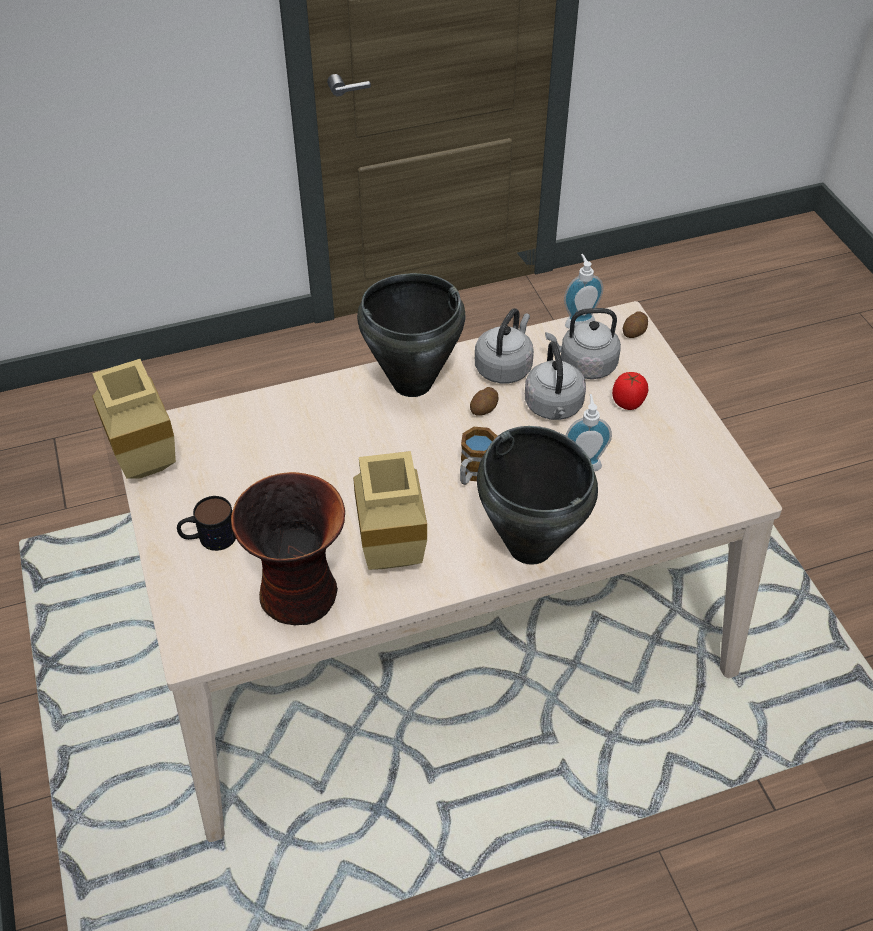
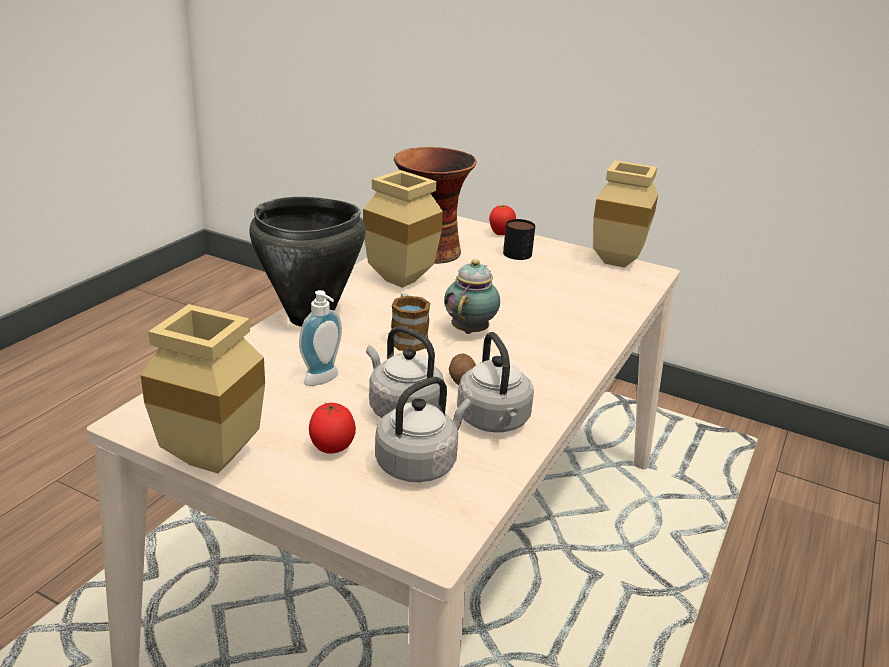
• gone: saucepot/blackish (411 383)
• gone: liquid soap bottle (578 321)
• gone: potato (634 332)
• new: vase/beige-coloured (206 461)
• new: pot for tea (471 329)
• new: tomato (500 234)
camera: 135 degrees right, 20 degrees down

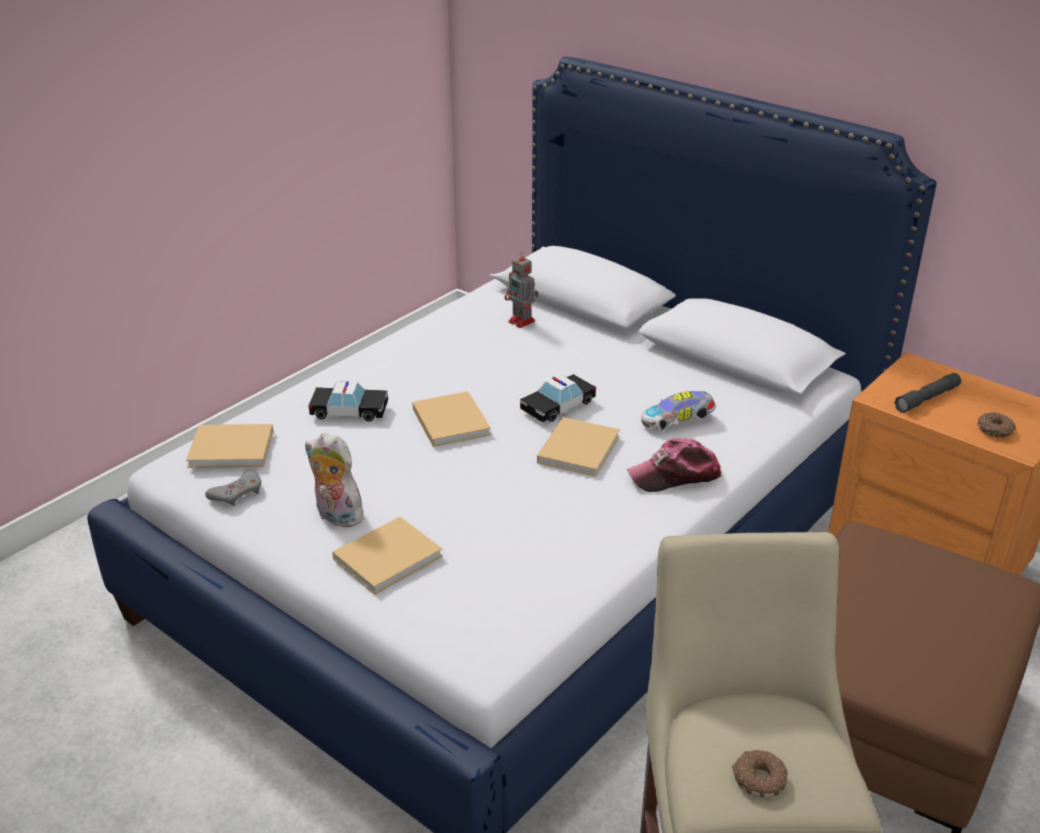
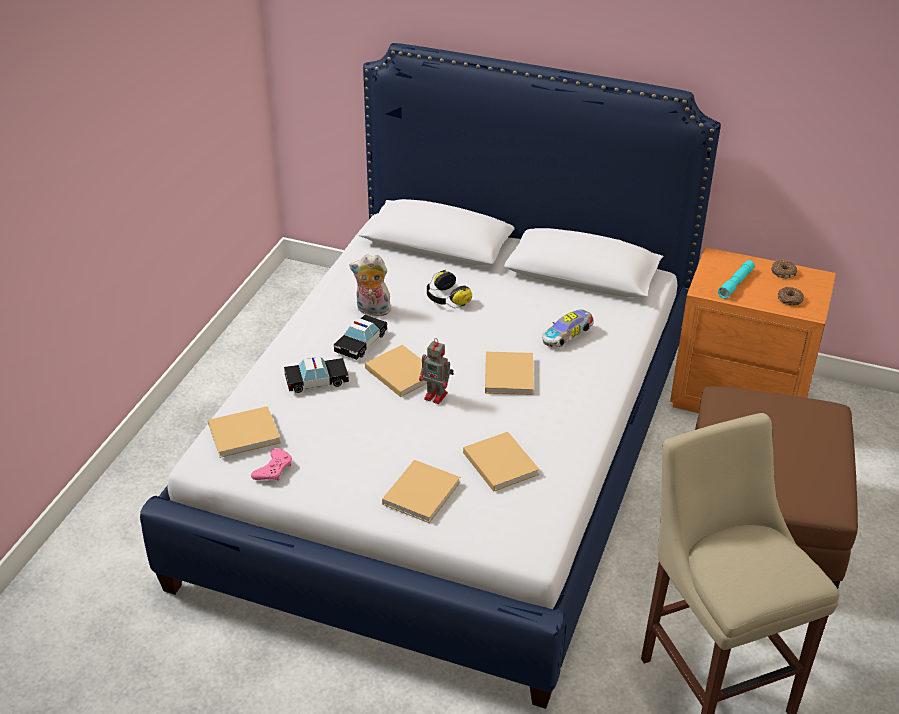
• gone: baseball cap (675 475)
• new: pair of headphones (446 299)
• new: volume/beige-coloured (499 462)
• shifted: cuddly toy (336 516) to (372 311)
• shifted: model robot (522 322) to (437 396)
• shifted: toy car (558 406) to (361 343)
• shifted: donut (758 779) to (782 272)
• repainted: game controller/greyish (237 493) to game controller/pink-coloured (273 469)
• repainted: torch/greyish (927 398) to torch/turquoise (735 283)
camera: 20 degrees left, 5 degrees up

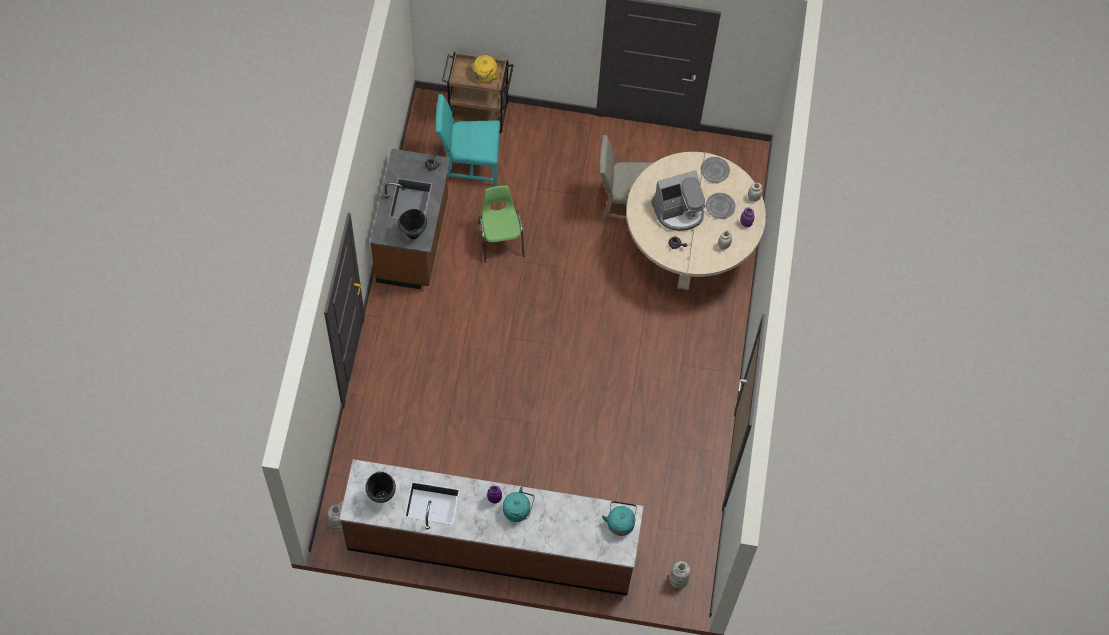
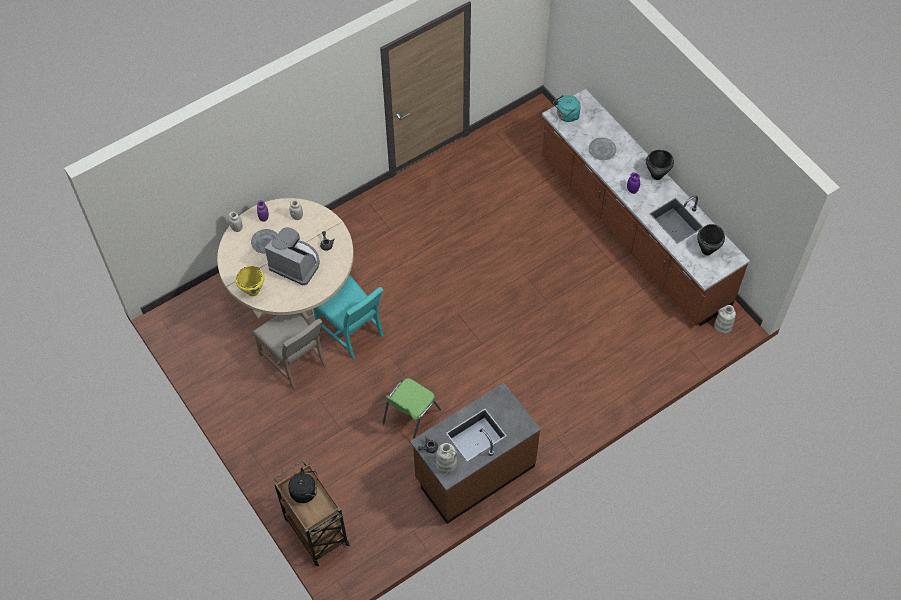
• gone: kettle/turquoise (518 511)
• new: saucepot/yellowish (253 291)
• shifted: saucepot/blackish (413 234) to (657 176)
• shifted: chair/turquoise (469 164) to (353 331)
• shifted: vase/white (678 579) to (446 464)
• shifted: flat dish/greyish (714 170) to (602 150)
• repainted: kettle/yellowish (484 76) to kettle/blackish (305 491)
camera: 130 degrees left, 5 degrees down

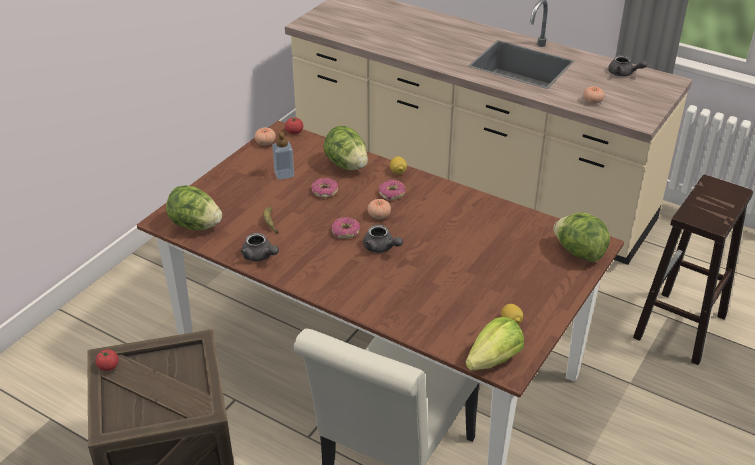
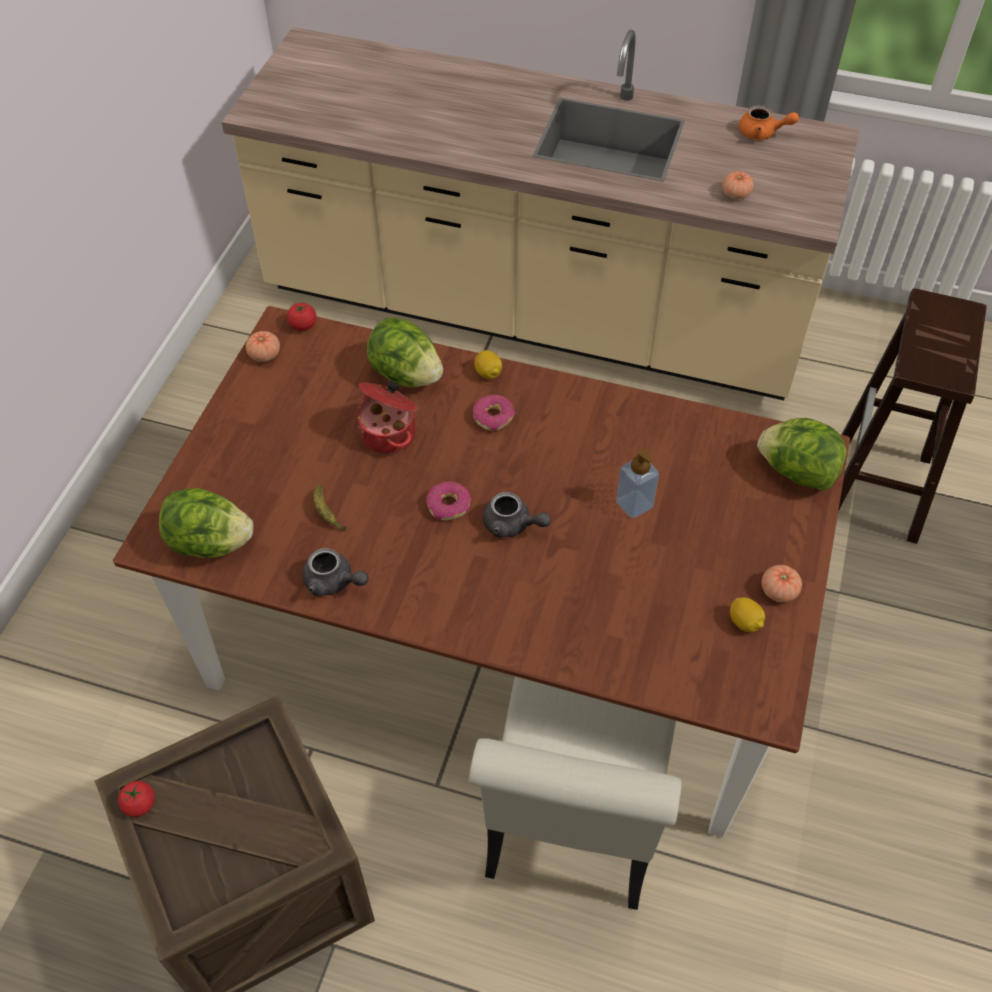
• gone: head of lettuce (494 360)
• shifted: liquid soap bottle (284 174) to (634 504)
• shifted: tomato (379 215) to (778 591)
• swapped: donut (324 192) to saucepot (390 434)
• repainted: pot for tea/greyish (623 74) to pot for tea/orangey (762 133)
camera: 15 degrees left, 15 degrees up

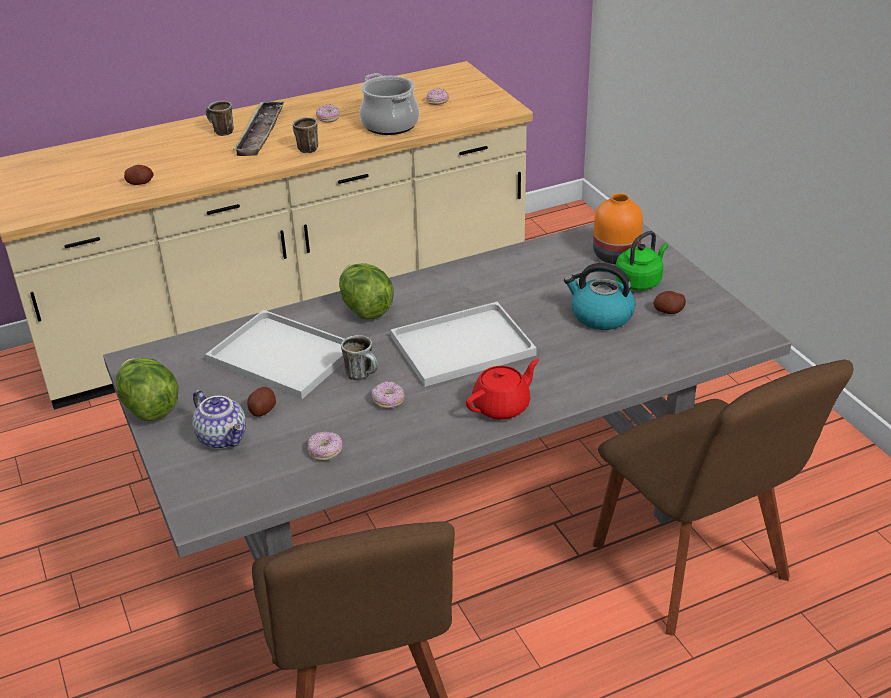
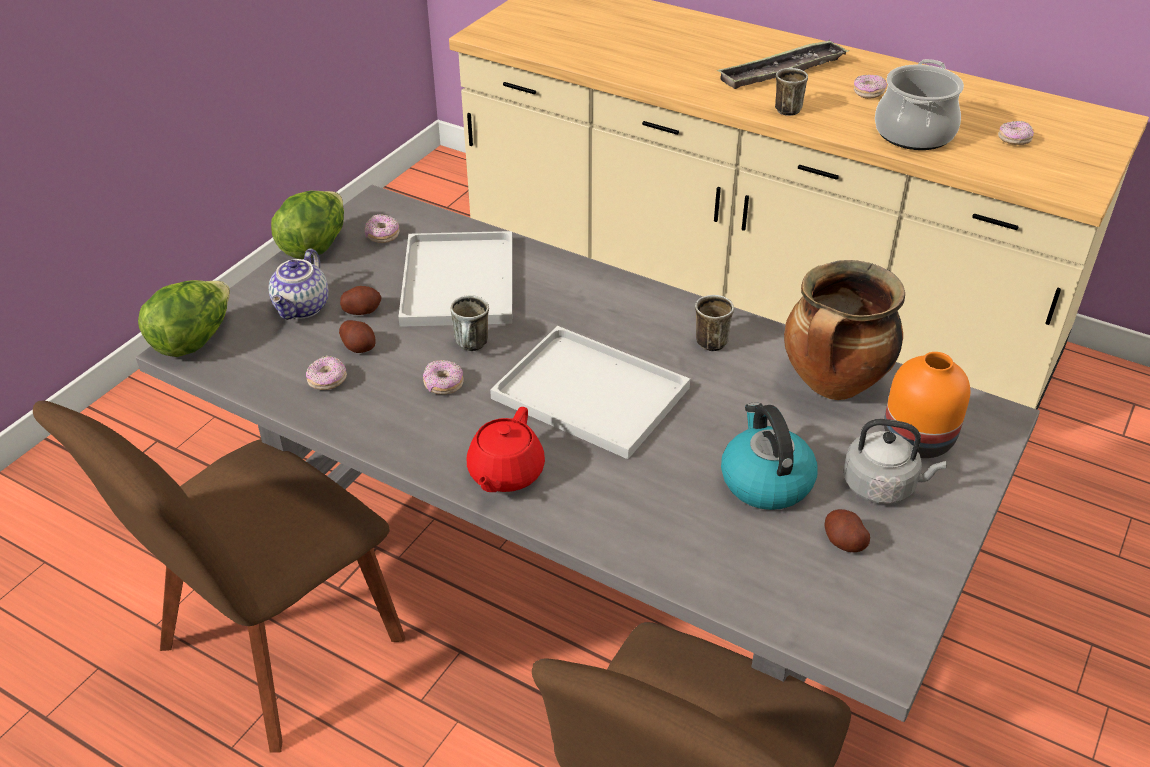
• new: donut (382 235)
• new: saucepot (834 385)
• shifted: potato (140 183) to (359 347)
• shifted: mug (220 132) to (709 339)
• shifted: head of lettuce (365 309) to (193 340)
• repainted: kettle/green (640 281) to kettle/greyish (883 486)
• rotated: pot for tea/red (502 406) = (505 473) 90 degrees clockwise
camera: 55 degrees right, 5 degrees up

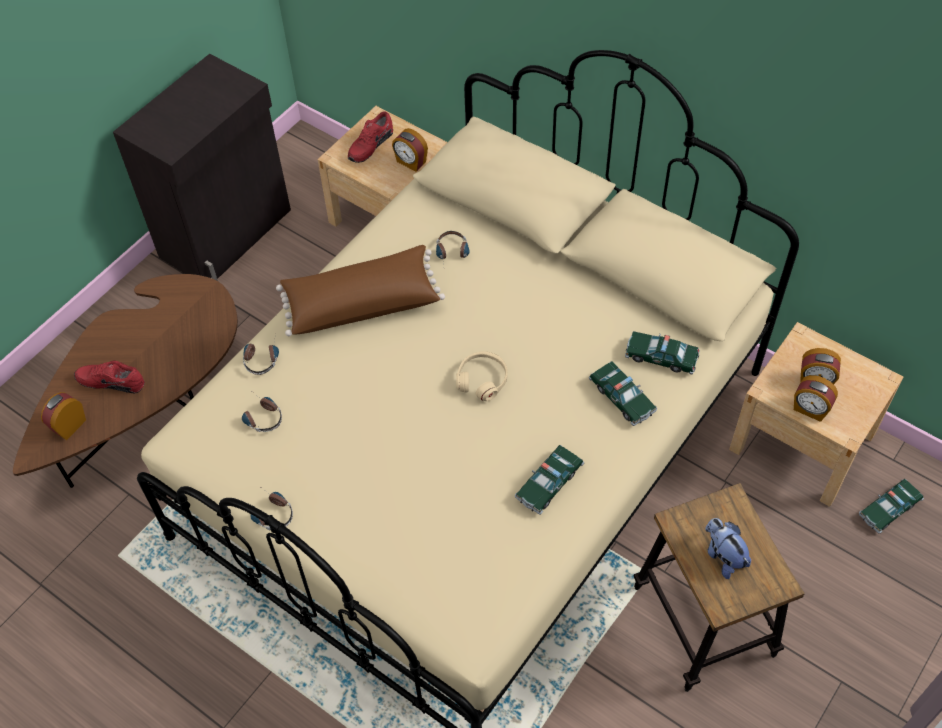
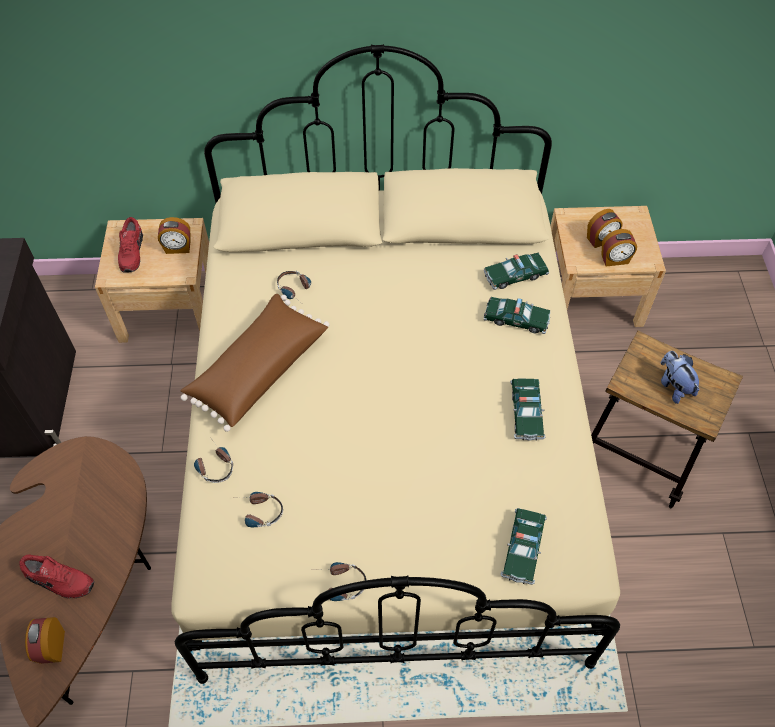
• gone: pair of headphones/beige-coloured (482 380)
• shifted: toy car (889 509) to (523 549)
• rotated: shoe/red (111 381) = (59 581) 135 degrees counterclockwise
• rotated: cuddly toy (723 556) = (674 386) 45 degrees clockwise
camera: 40 degrees left, 0 degrees up

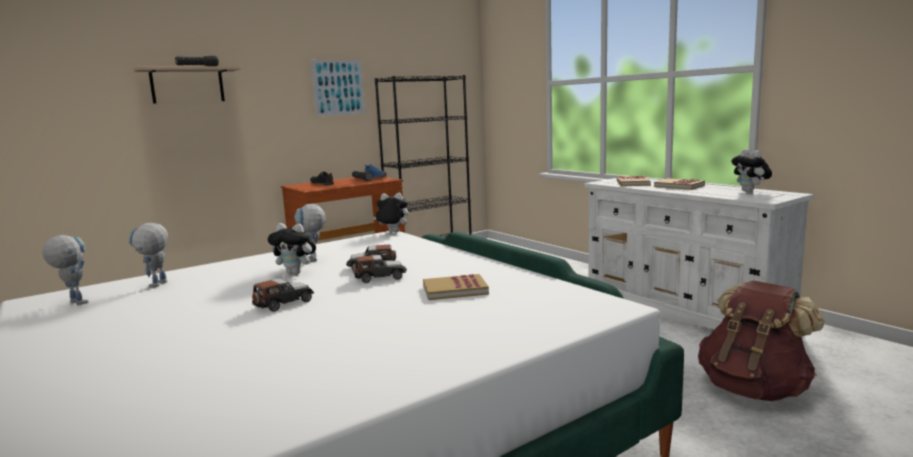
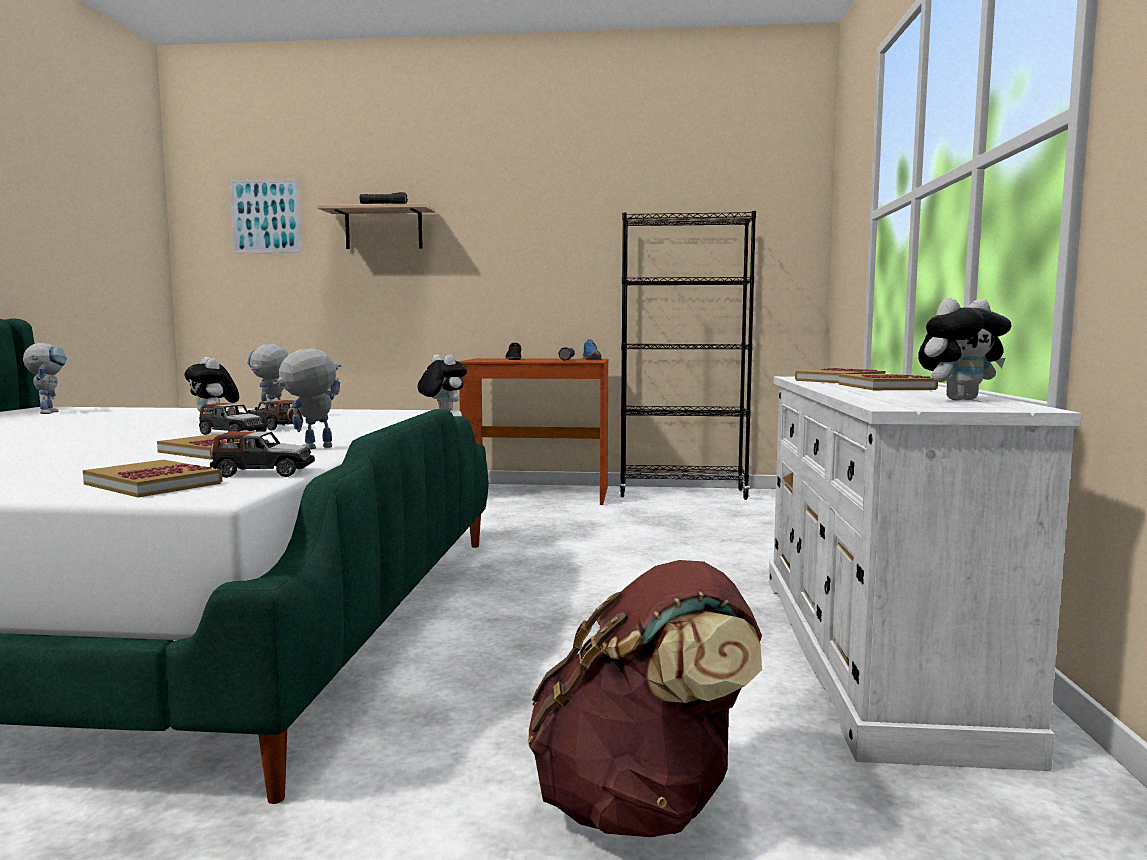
• new: volume (153 484)
• shifted: model robot (156 286) to (311 449)
• shifted: toy car (284 303) to (263 473)
• shifted: picture (338 87) to (265 216)
• rotated: cuddly toy (750 191) = (959 399) 135 degrees counterclockwise
camera: 40 degrees right, 5 degrees down

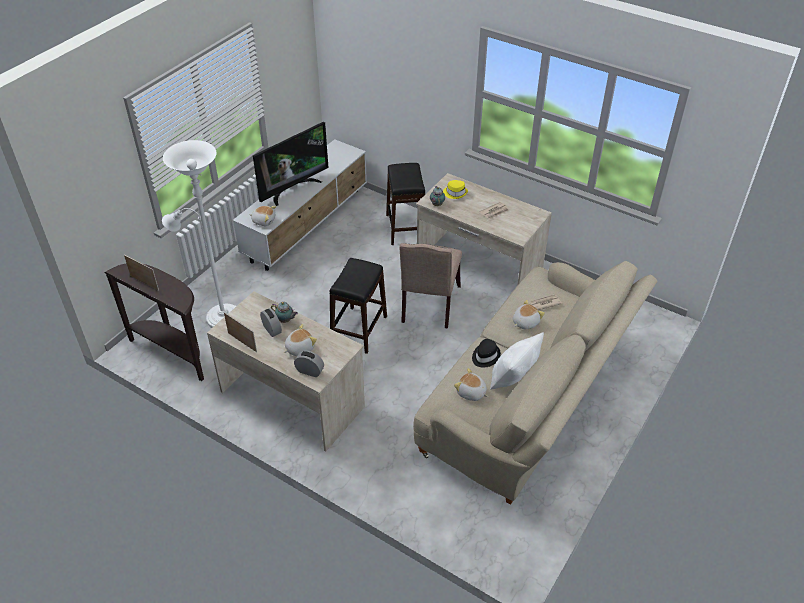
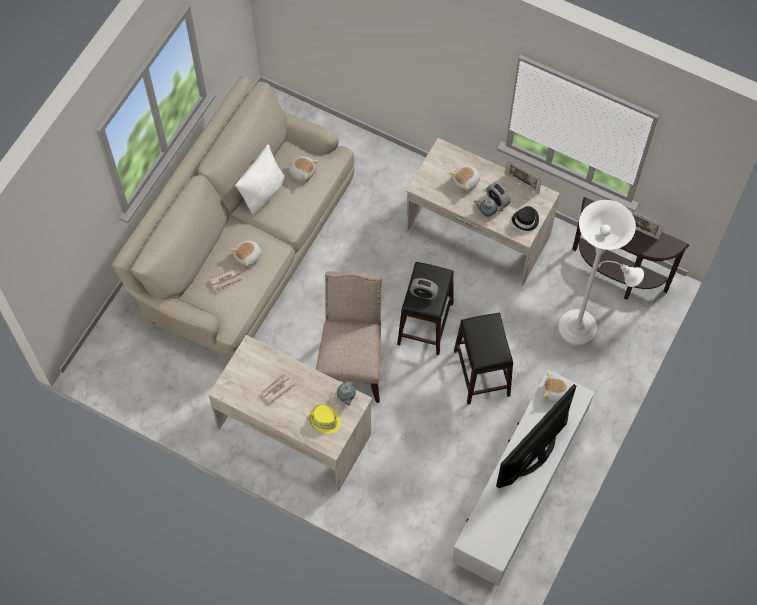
• shifted: table clock (309 371) to (423 293)
• shifted: stool seat/blackish (405 228) to (482 372)
• shifted: wearable hat/blackish (485 356) to (526 220)
camera: 175 degrees right, 20 degrees up

